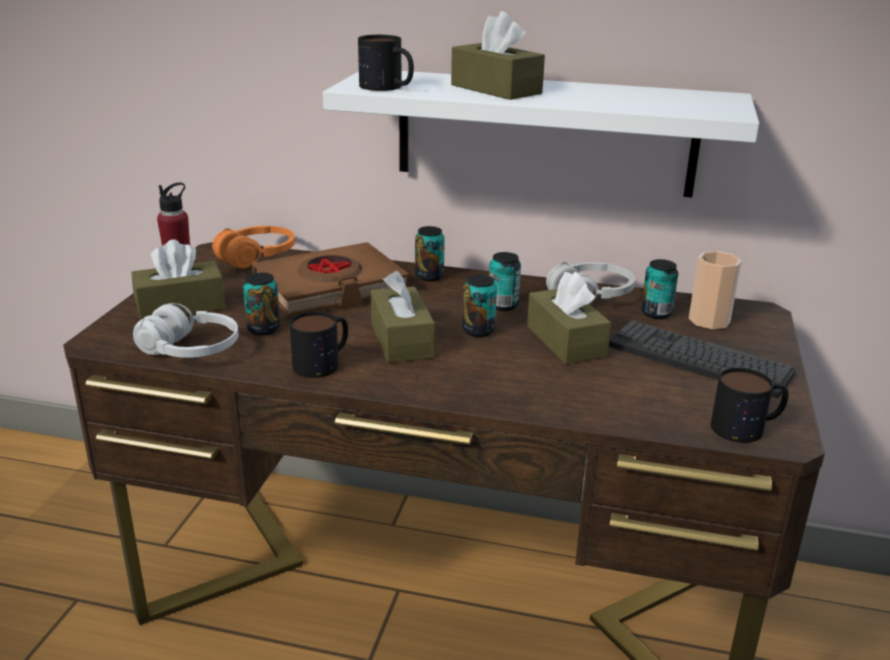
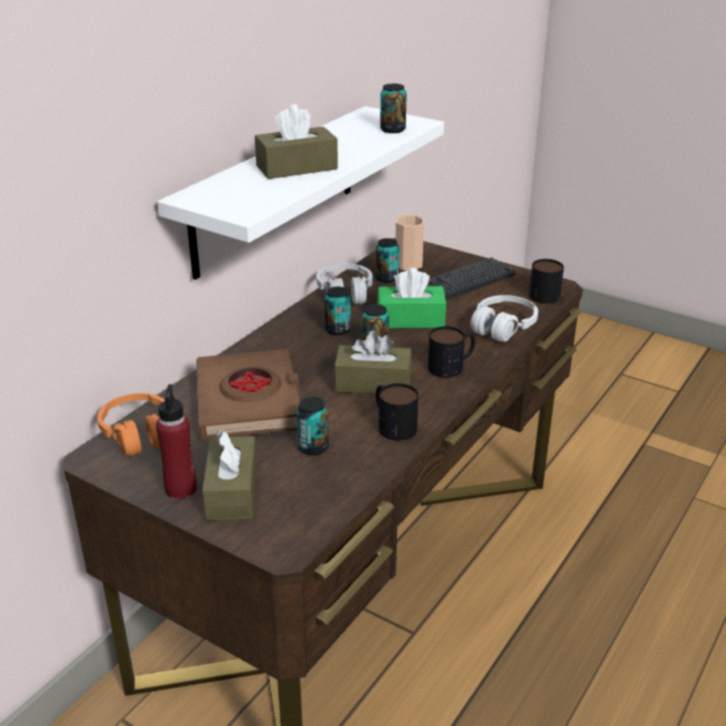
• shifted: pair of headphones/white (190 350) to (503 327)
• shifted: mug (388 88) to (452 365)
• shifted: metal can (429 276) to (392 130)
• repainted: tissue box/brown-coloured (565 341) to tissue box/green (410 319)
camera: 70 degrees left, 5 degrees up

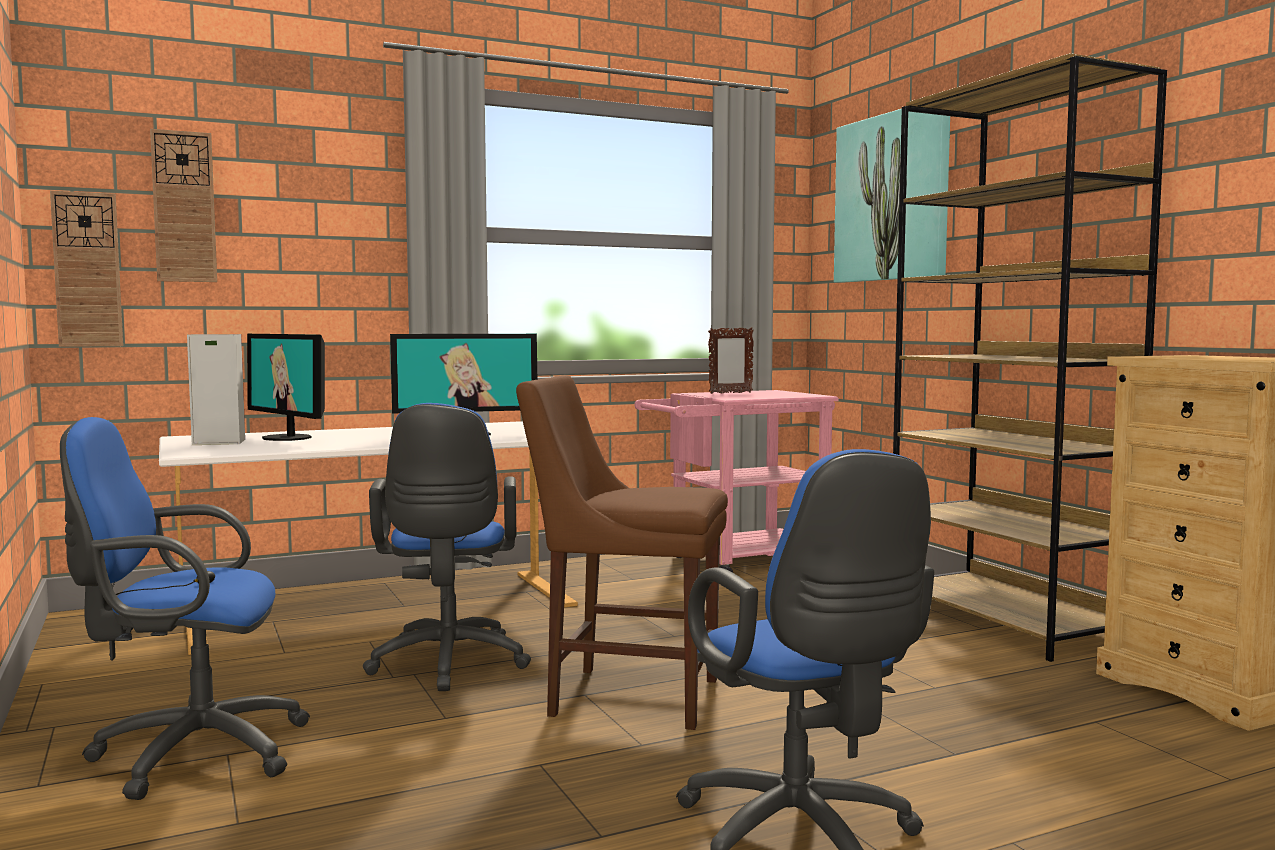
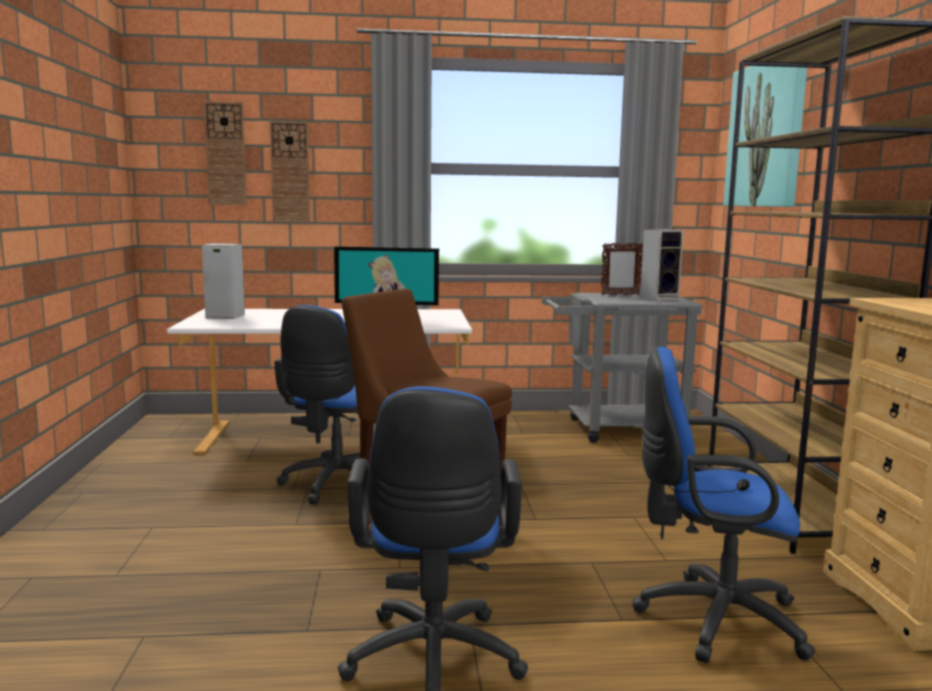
• gone: computer display (288 438)
• new: loudspeaker (659 298)
• shifted: clock on the wall (87 270) to (290 172)
• shifted: desk chair/bluish (188 754) to (711 619)
• repainted: trolley/pink-coloured (736 563) to trolley/greyish (614 429)
camera: 20 degrees right, 5 degrees up

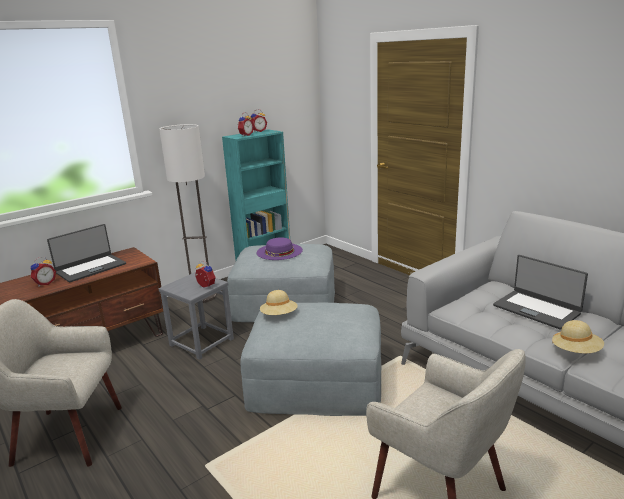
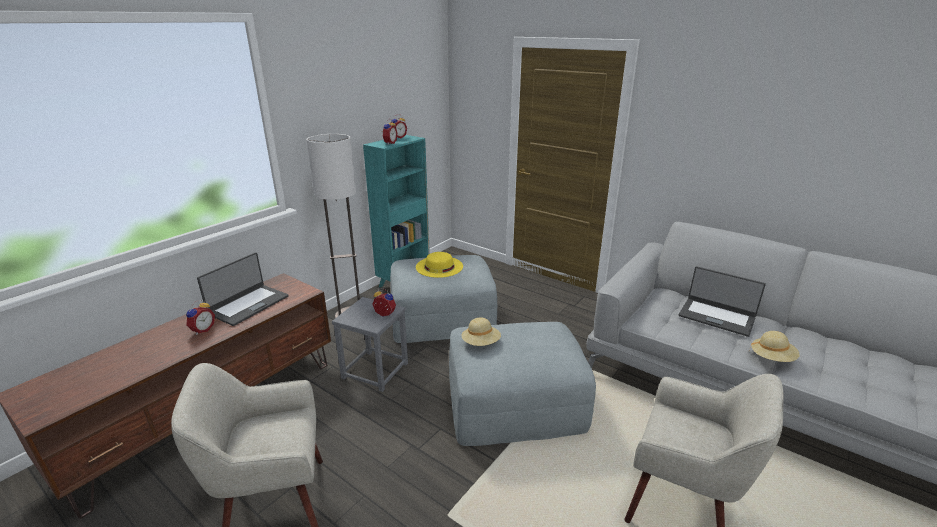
• repainted: wearable hat/purple-coloured (279 251) to wearable hat/yellowish (439 266)
camera: 15 degrees left, 5 degrees up

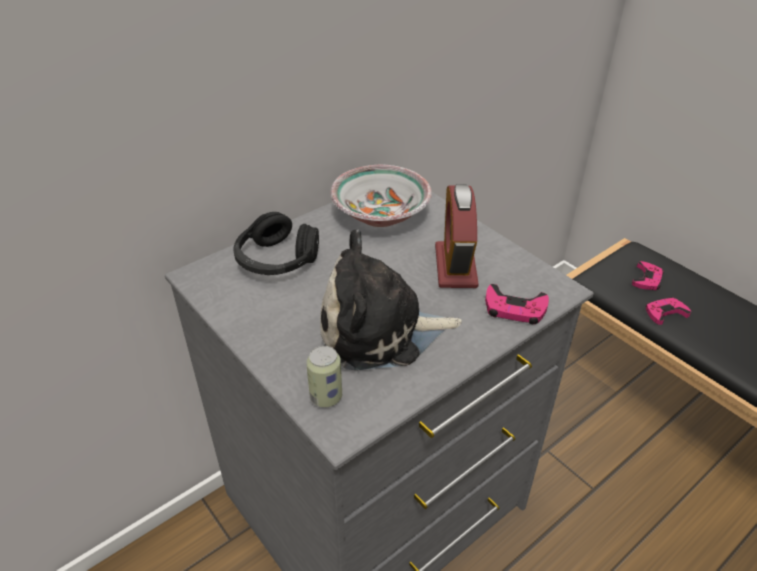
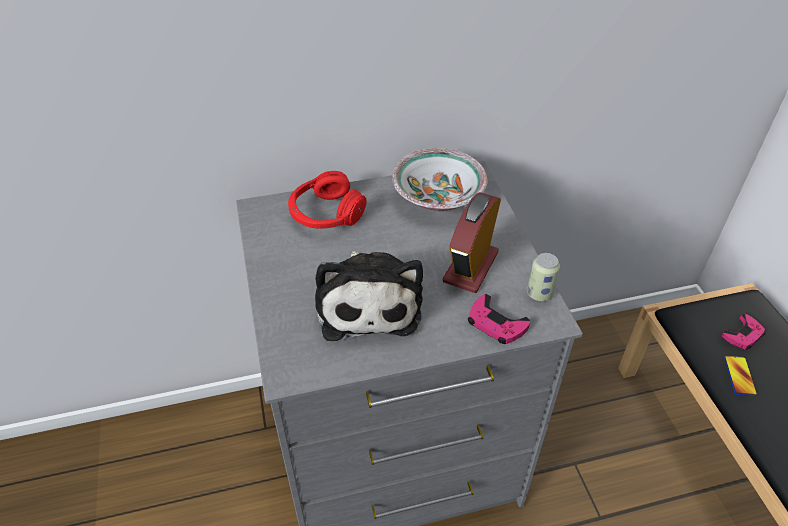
• shifted: metal can (326 397) to (539 294)
• swapped: game controller/pink-coloured (665 313) to telephone (739 376)
• repainted: pair of headphones/blackish (276 260) to pair of headphones/red (326 214)
• rotated: cuddly toy (380 330) = (368 303) 120 degrees counterclockwise
camera: 25 degrees right, 5 degrees up

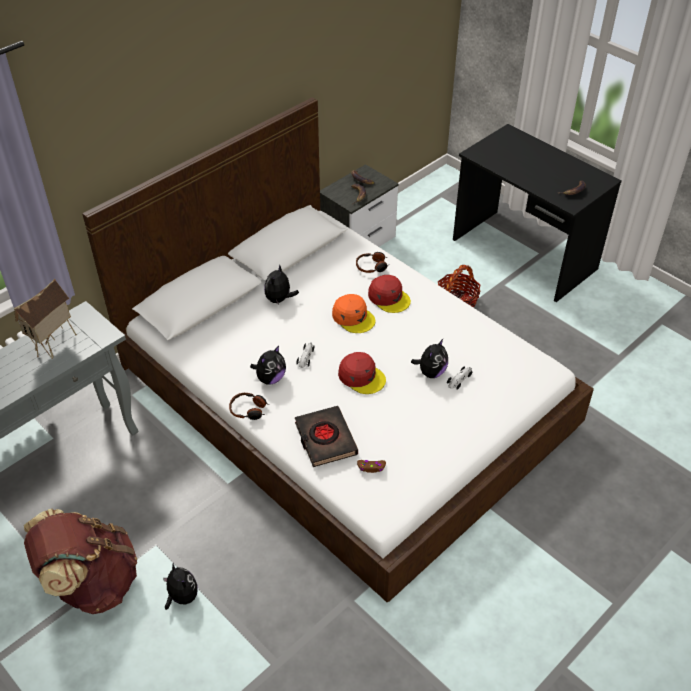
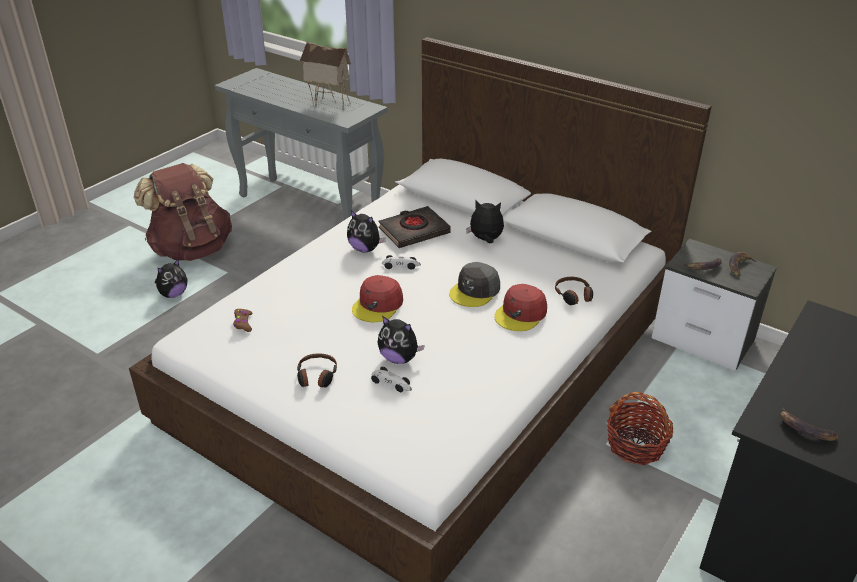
• shifted: pair of headphones (249 410) to (316 377)
• shifted: volume/blackish (325 439) to (414 231)
• repainted: baseball cap/orangey (353 317) to baseball cap/greyish (475 291)
camera: 80 degrees right, 10 degrees down

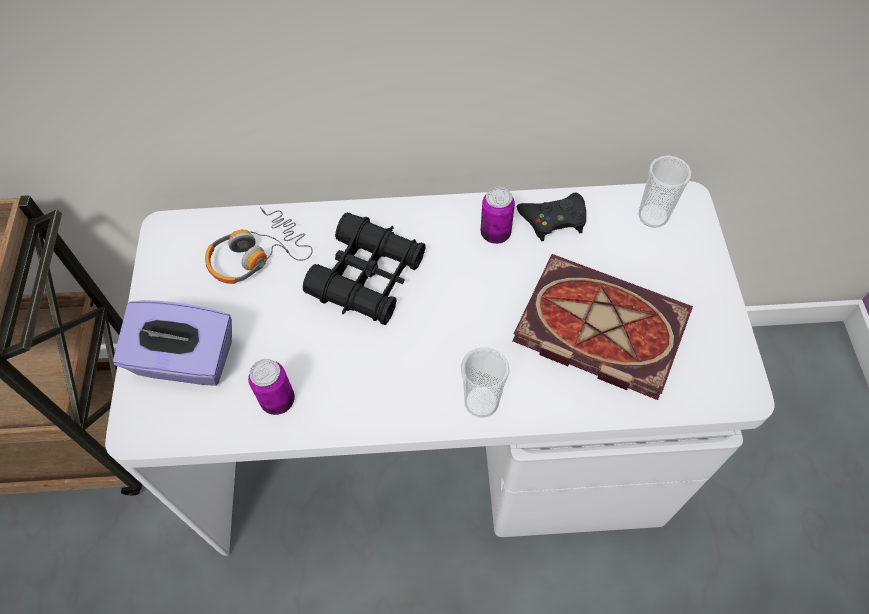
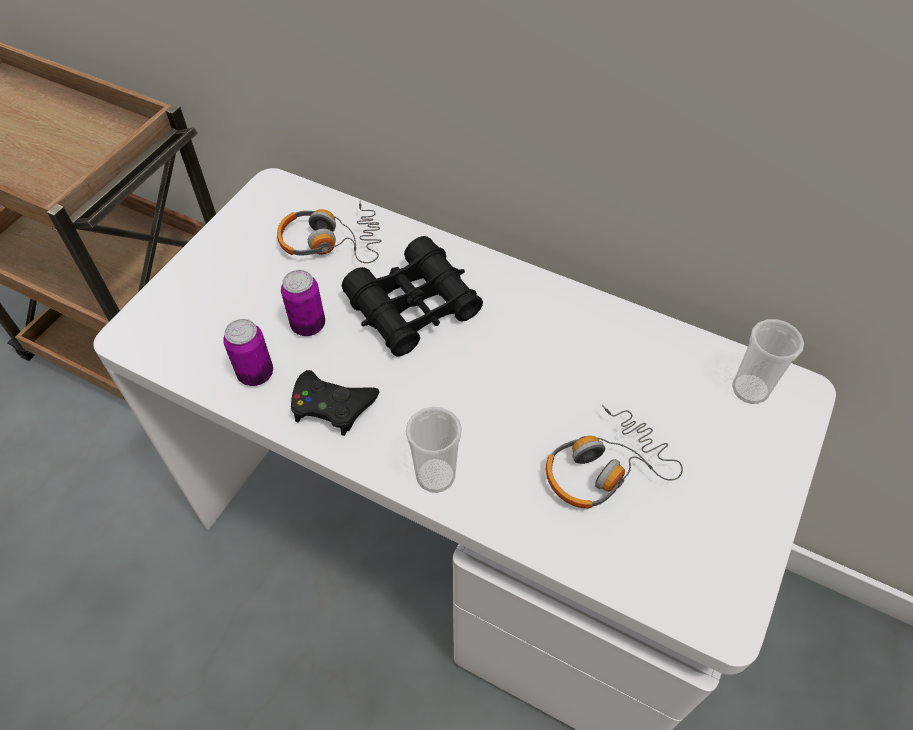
• gone: tissue box/purple-coloured (185 361)
• shifted: metal can (495 233) to (308 325)
• shifted: game controller/blackish (553 219) to (332 405)
• swapped: volume (595 329) to pair of headphones (604 468)
camera: 30 degrees right, 5 degrees down

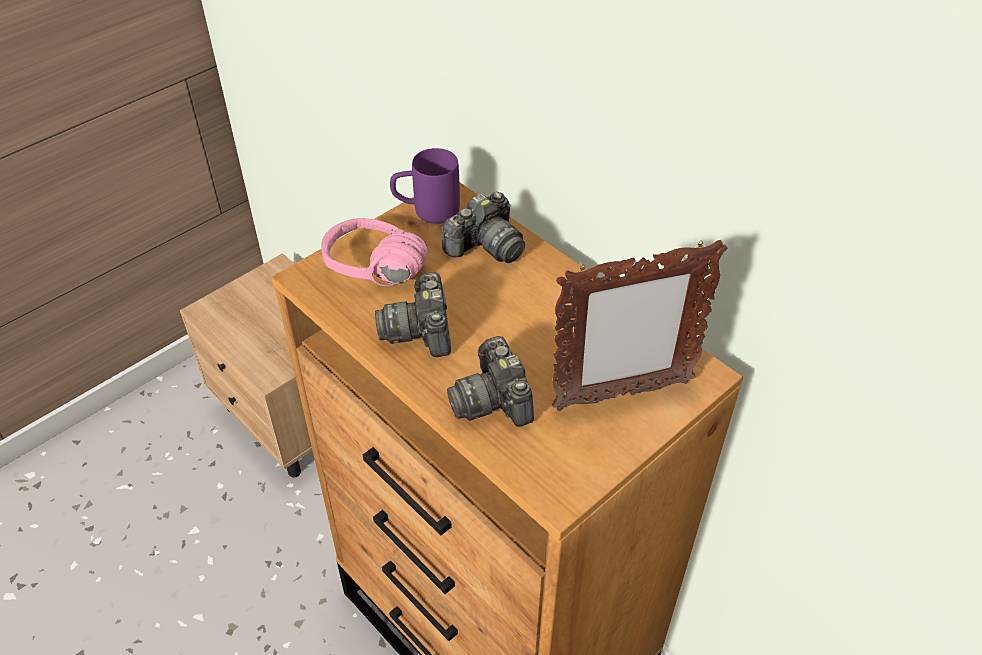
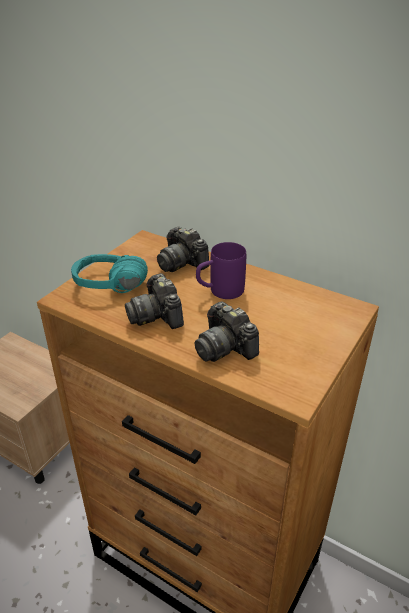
• gone: standing frame (621 395)
• shifted: mug/purple-coloured (426 211) to (219 292)
• repainted: pair of headphones/pink-coloured (369 277) to pair of headphones/turquoise (108 291)
• rotated: photo camera (486 246) = (182 263) 105 degrees clockwise
camera: 15 degrees left, 10 degrees down

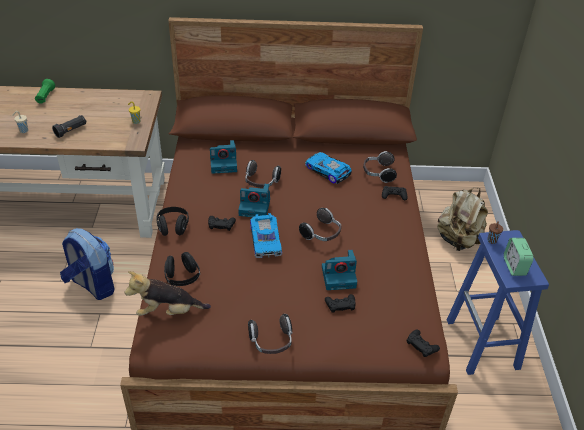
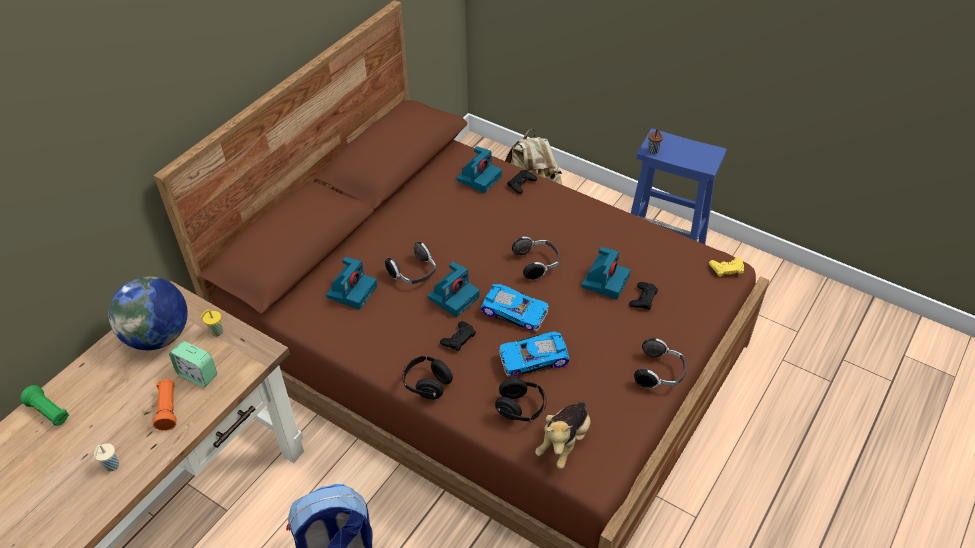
• new: world globe (158 336)
• shifted: toy car (327 171) to (534 359)
• shifted: table clock (514 266) to (198 375)
• swapped: pair of headphones (378 173) to photo camera (479 177)
• repainted: torch/blackish (71 131) to torch/orangey (168 409)
• repainted: game controller/blackish (421 345) to game controller/yellowish (726 268)
camera: 55 degrees left, 5 degrees up

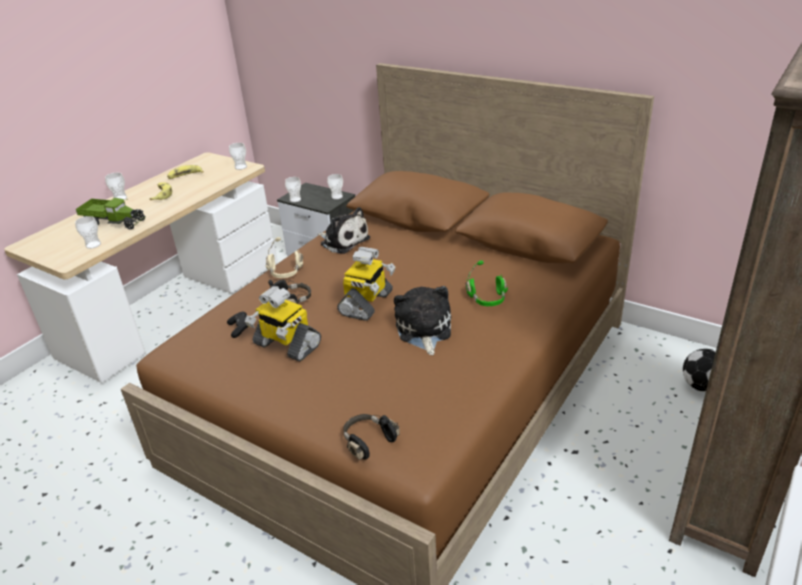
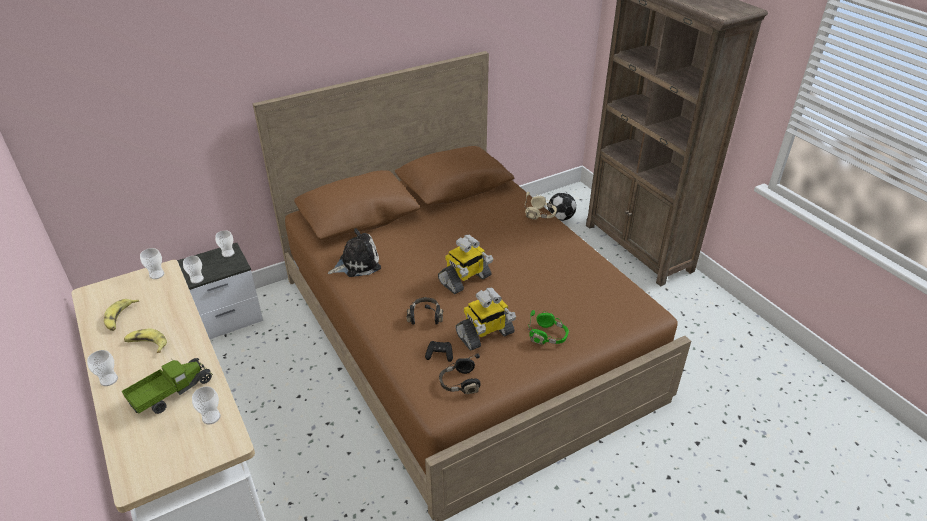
• gone: cuddly toy (423 330)
• shifted: pair of headphones/beige-coloured (285 272) to (540 214)
• shifted: pair of headphones/blackish (368 441) to (459 383)
• shifted: pair of headphones/green (487 299) to (548 336)
• rotated: model robot (367 304) = (465 280) 90 degrees clockwise
camera: 65 degrees left, 5 degrees up

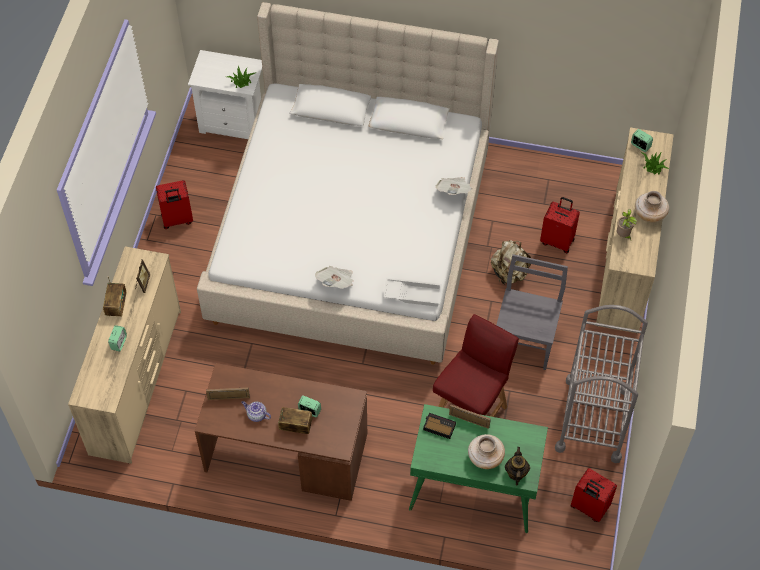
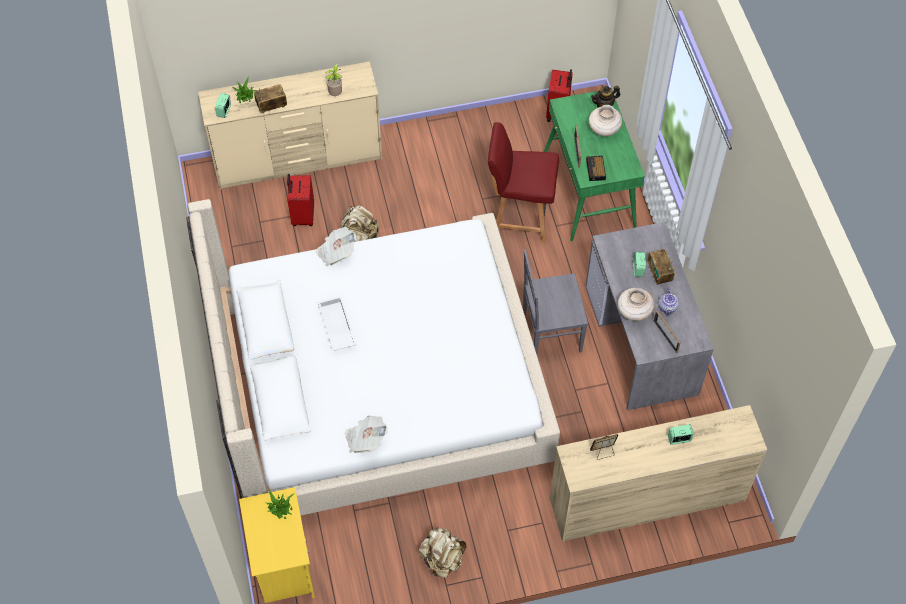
• gone: trolley/greyish (593 419)
• shifted: radio receiver (116 306) to (271 106)
• shifted: newspaper (336 282) to (365 439)
• shifted: tray/white (413 294) to (336 327)
• shifted: chair/greyish (525 342) to (549 332)
• shifted: vase/beige-coloured (649 215) to (633 312)
• swapped: suitcase/red (177 220) to backpack/beige-coloured (442 559)
• repainted: nightstand/white (233 122) to nightstand/yellowish (283 567)
• repainted: desk unit/brown-coloured (285 453) to desk unit/greyish (642 340)
camera: 115 degrees left, 0 degrees up

